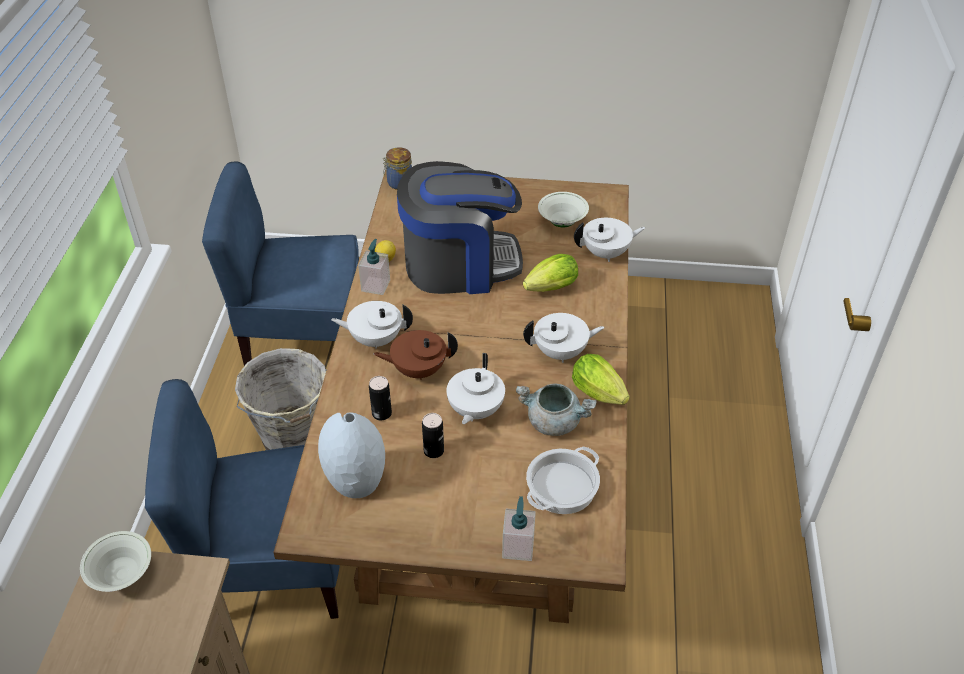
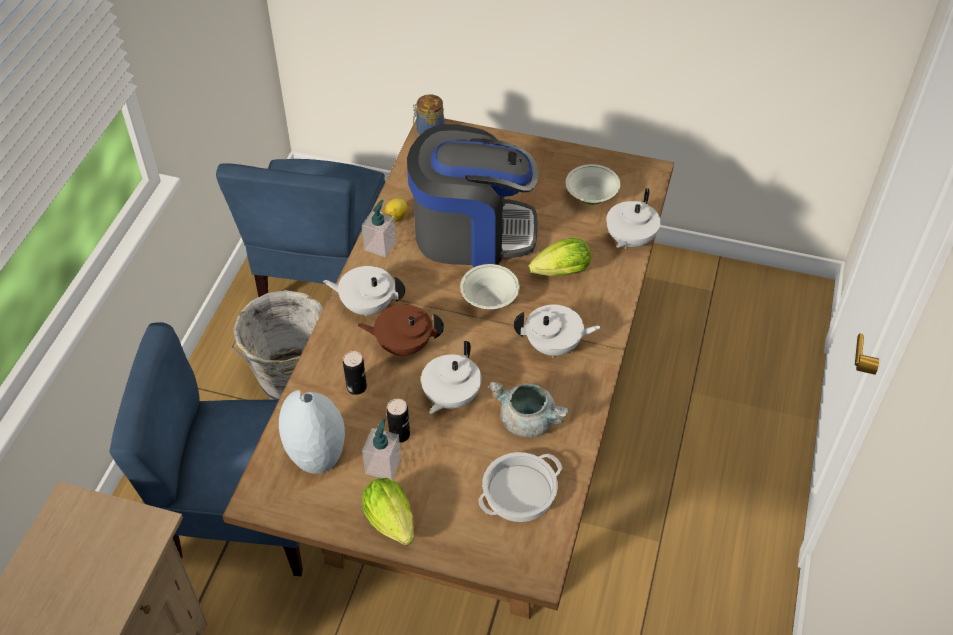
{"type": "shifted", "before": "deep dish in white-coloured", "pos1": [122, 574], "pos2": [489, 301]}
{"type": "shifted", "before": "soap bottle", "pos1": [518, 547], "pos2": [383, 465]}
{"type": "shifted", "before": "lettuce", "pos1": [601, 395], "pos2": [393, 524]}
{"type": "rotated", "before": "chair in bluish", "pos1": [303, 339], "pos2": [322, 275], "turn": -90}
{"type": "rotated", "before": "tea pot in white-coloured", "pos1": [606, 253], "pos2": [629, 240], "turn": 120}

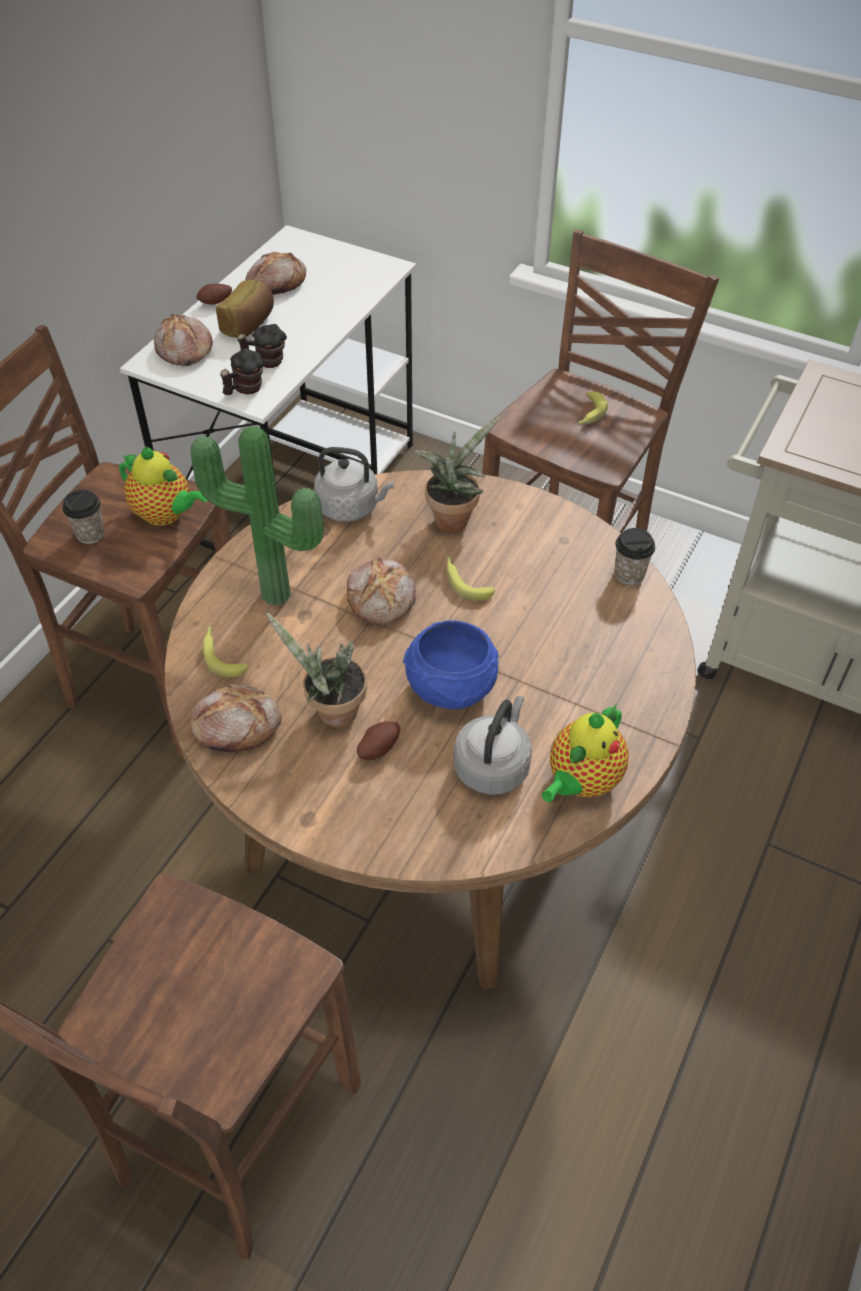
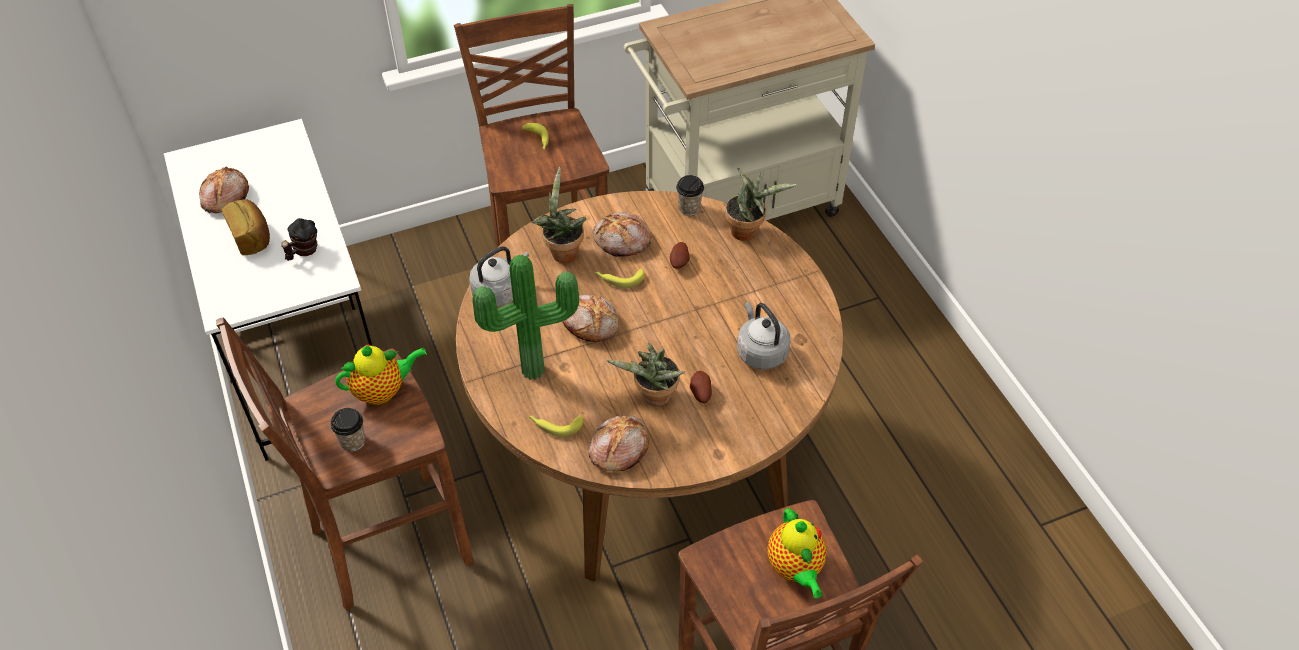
{"type": "gone", "before": "mug", "pos1": [244, 390]}
{"type": "gone", "before": "deep dish in bluish", "pos1": [450, 688]}
{"type": "new", "after": "houseplant", "pos2": [747, 231]}
{"type": "shifted", "before": "baked bread", "pos1": [183, 350], "pos2": [622, 241]}
{"type": "shifted", "before": "potato", "pos1": [216, 303], "pos2": [679, 262]}
{"type": "shifted", "before": "tea pot", "pos1": [581, 782], "pos2": [795, 569]}

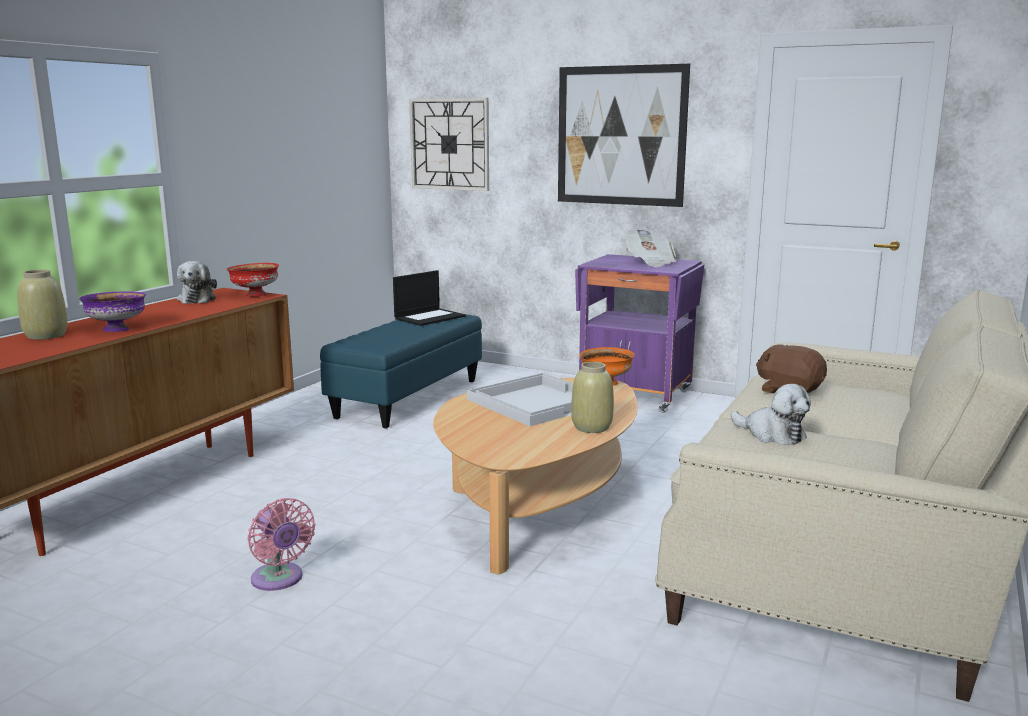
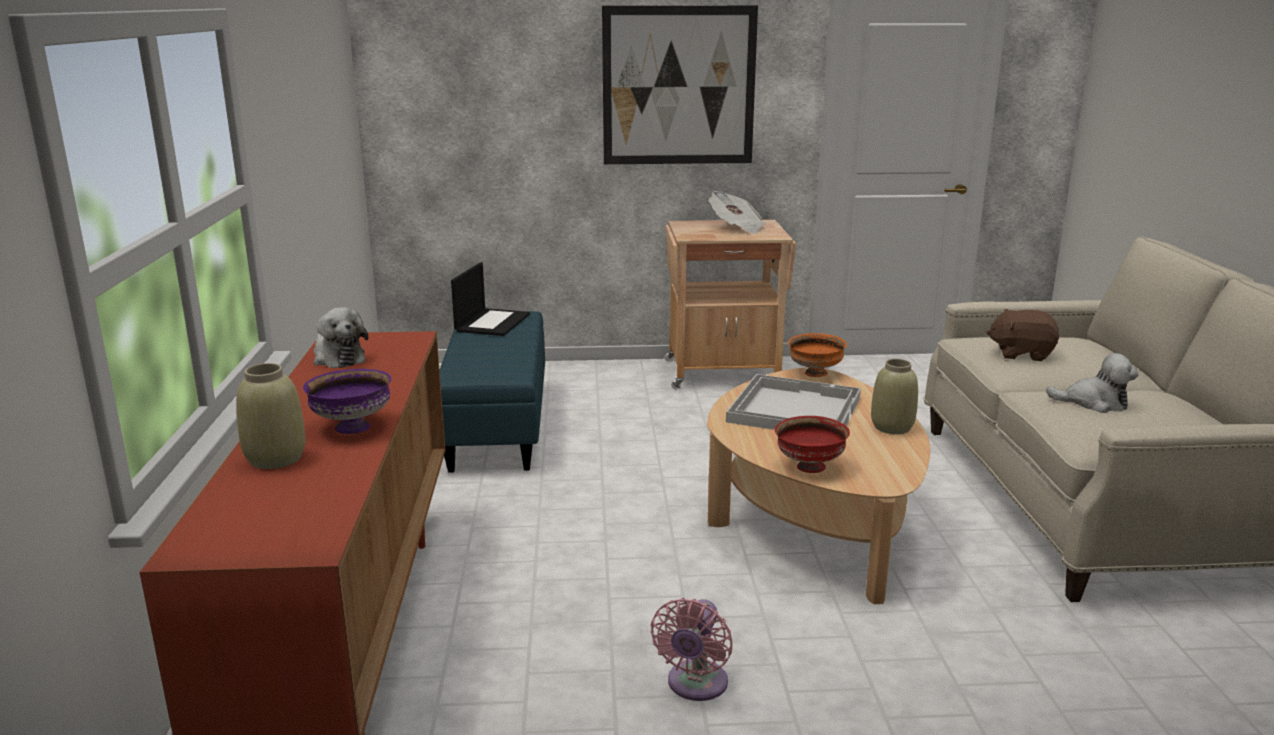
{"type": "gone", "before": "hanging clock", "pos1": [450, 144]}
{"type": "shifted", "before": "deep dish in red-coloured", "pos1": [255, 295], "pos2": [809, 467]}
{"type": "repainted", "before": "trolley in purplish", "after": "trolley in brownish", "pos1": [636, 396], "pos2": [723, 373]}
{"type": "rotated", "before": "cooling fan in pink-coloured", "pos1": [279, 580], "pos2": [695, 685], "turn": 90}

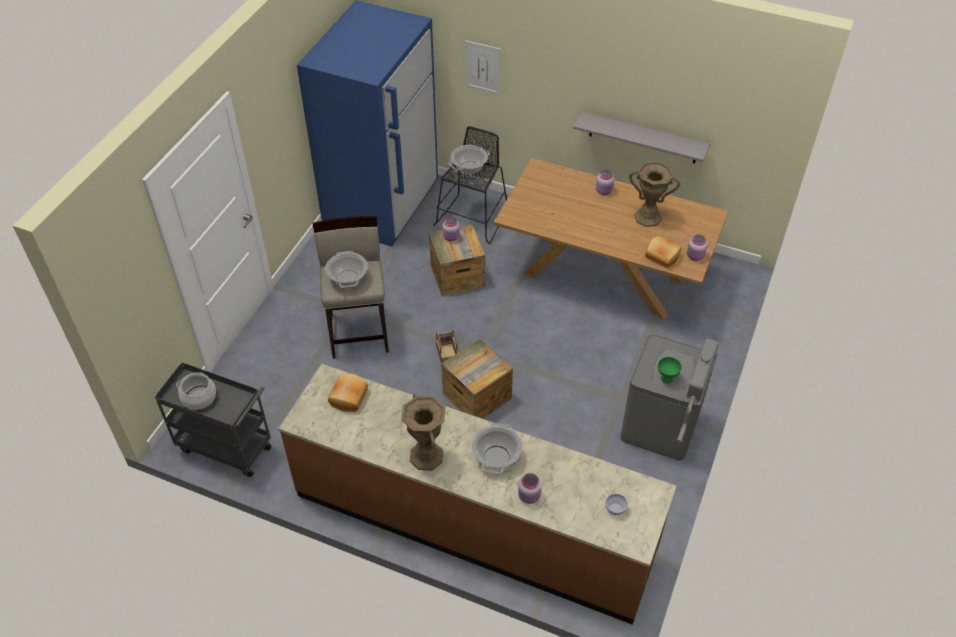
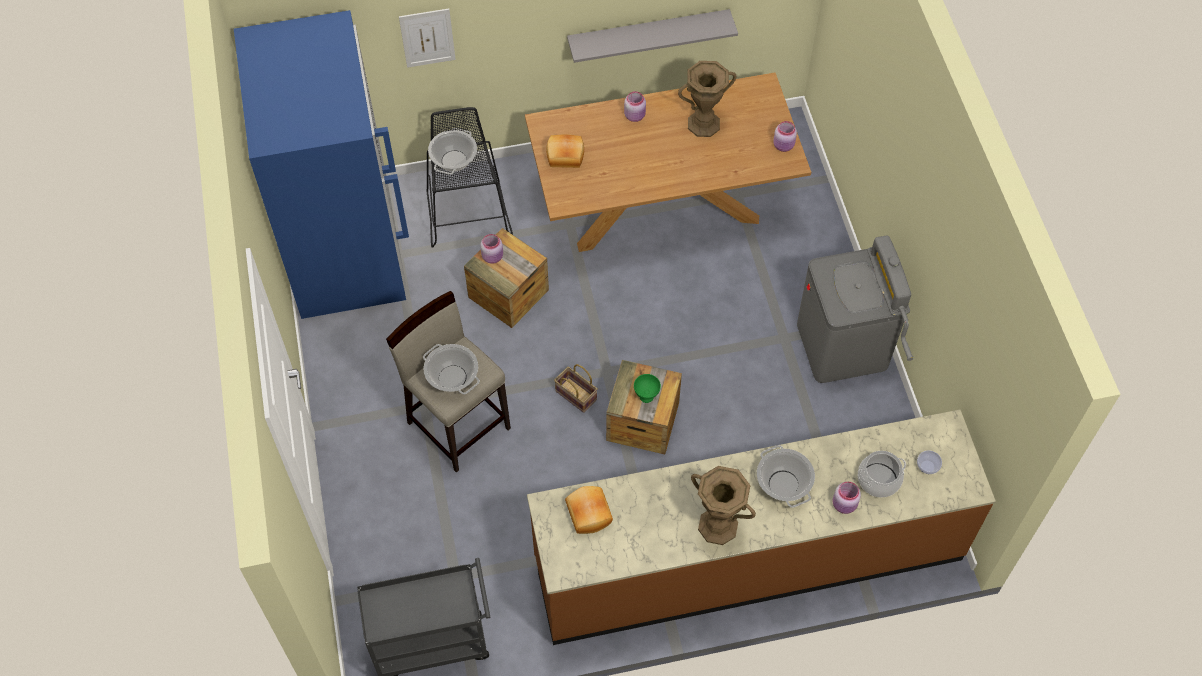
{"type": "shifted", "before": "stockpot", "pos1": [199, 398], "pos2": [878, 480]}
{"type": "shifted", "before": "baked bread", "pos1": [662, 257], "pos2": [565, 157]}
{"type": "shifted", "before": "deep dish in green-coloured", "pos1": [666, 378], "pos2": [646, 397]}

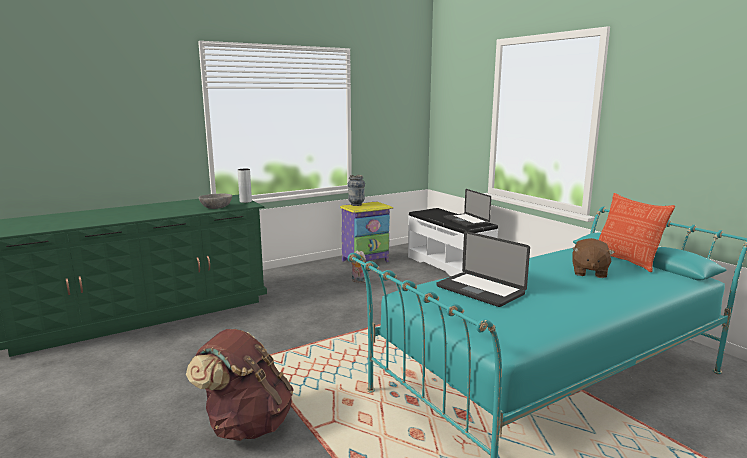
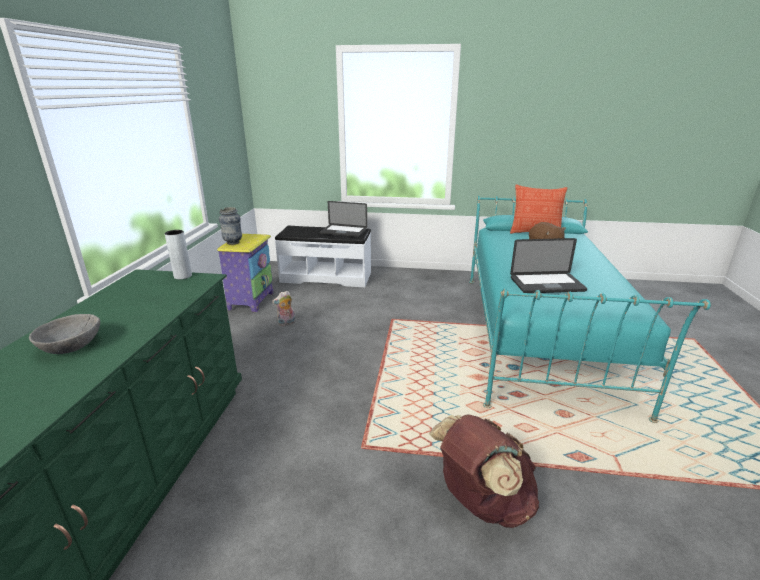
{"type": "shifted", "before": "deep dish in gray", "pos1": [216, 207], "pos2": [71, 346]}

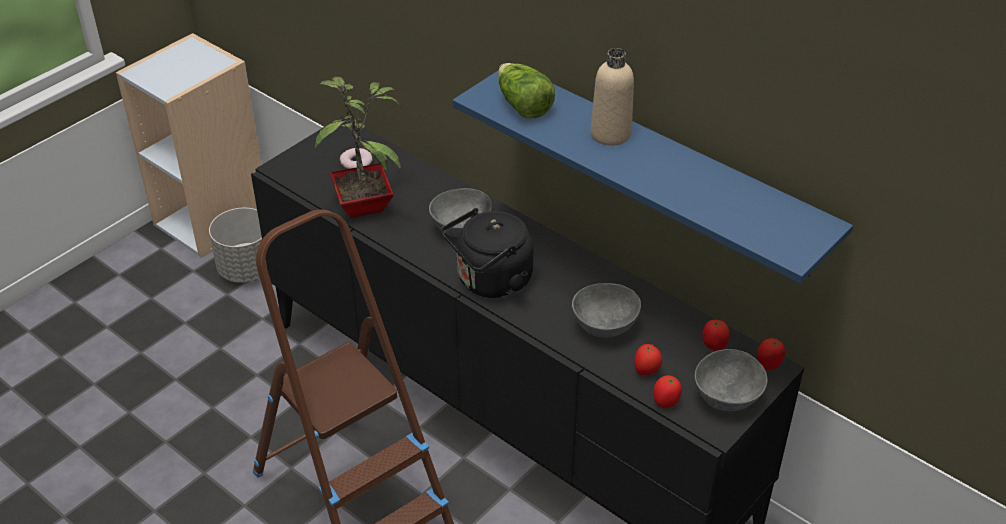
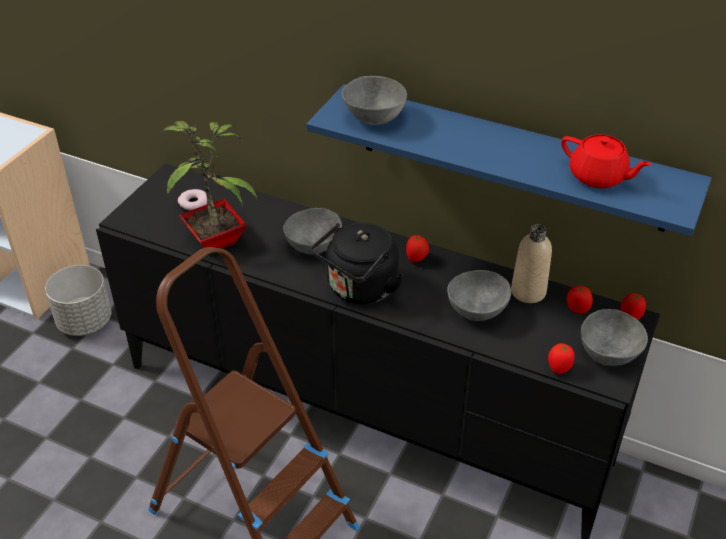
{"type": "new", "after": "tea pot in red-coloured", "pos2": [598, 177]}
{"type": "shifted", "before": "bottle in beige-coloured", "pos1": [610, 134], "pos2": [528, 292]}
{"type": "shifted", "before": "tomato", "pos1": [646, 371], "pos2": [416, 259]}
{"type": "swapped", "before": "lettuce", "after": "deep dish in gray", "pos1": [523, 105], "pos2": [374, 119]}

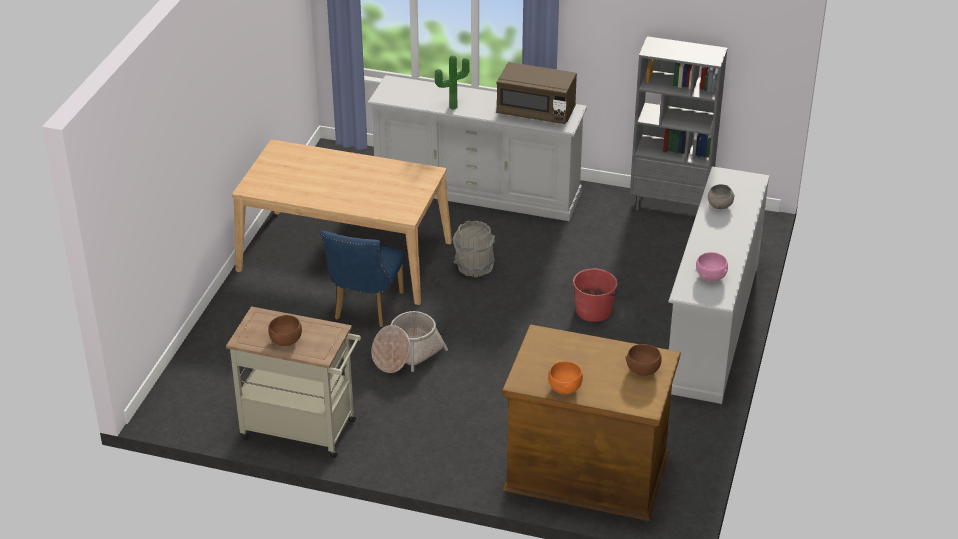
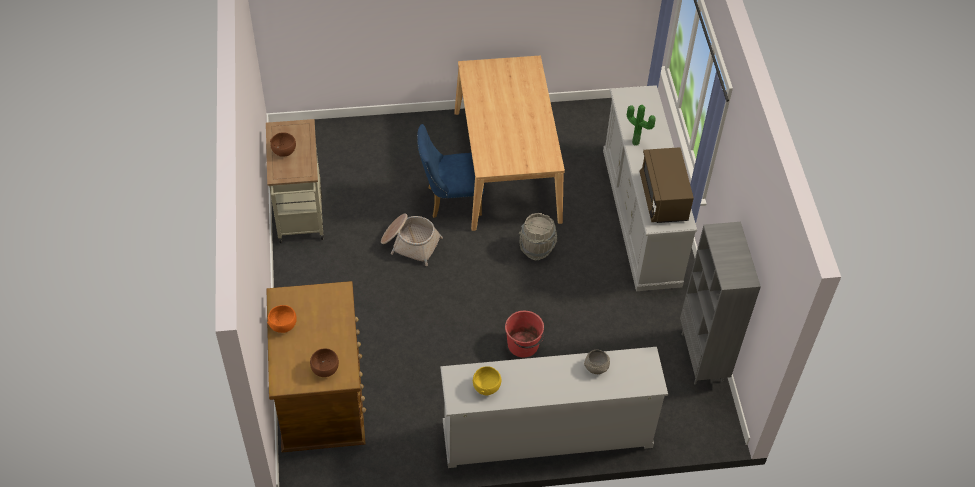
{"type": "repainted", "before": "deep dish in pink-coloured", "after": "deep dish in yellow-coloured", "pos1": [711, 276], "pos2": [487, 387]}

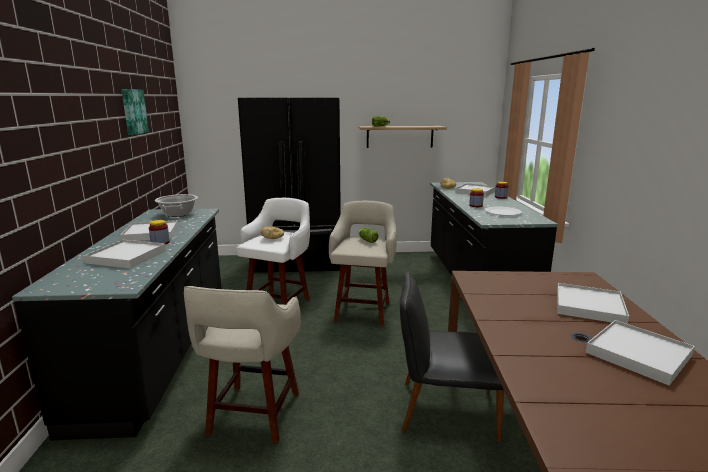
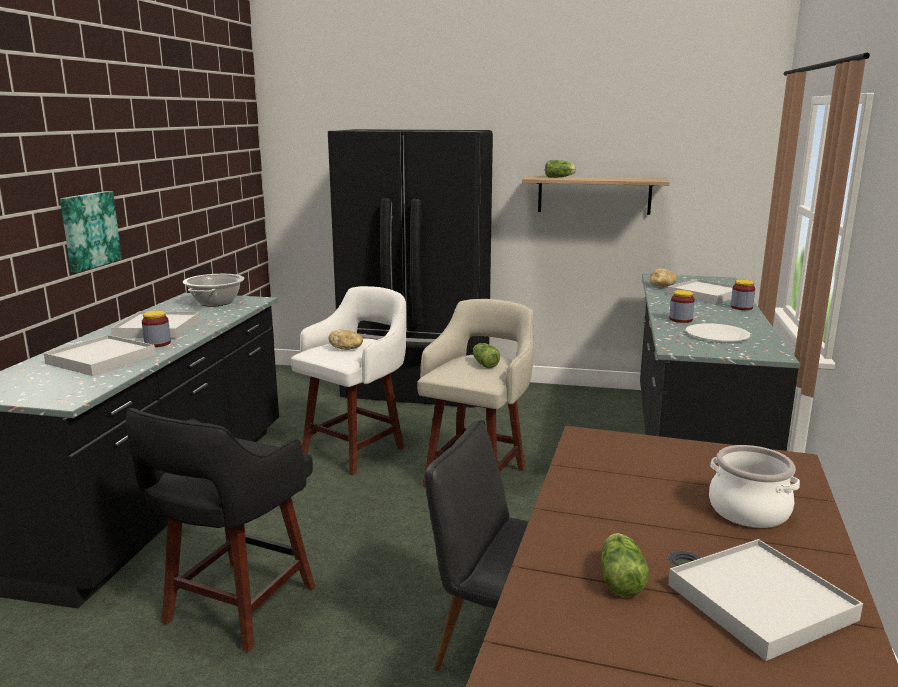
{"type": "new", "after": "lettuce", "pos2": [620, 578]}
{"type": "shifted", "before": "wall picture", "pos1": [133, 111], "pos2": [89, 230]}
{"type": "swapped", "before": "carrying tray in white-coloured", "after": "stockpot", "pos1": [589, 306], "pos2": [748, 511]}
{"type": "repainted", "before": "stool in beige-coloured", "after": "stool in black-coloured", "pos1": [252, 416], "pos2": [235, 608]}

